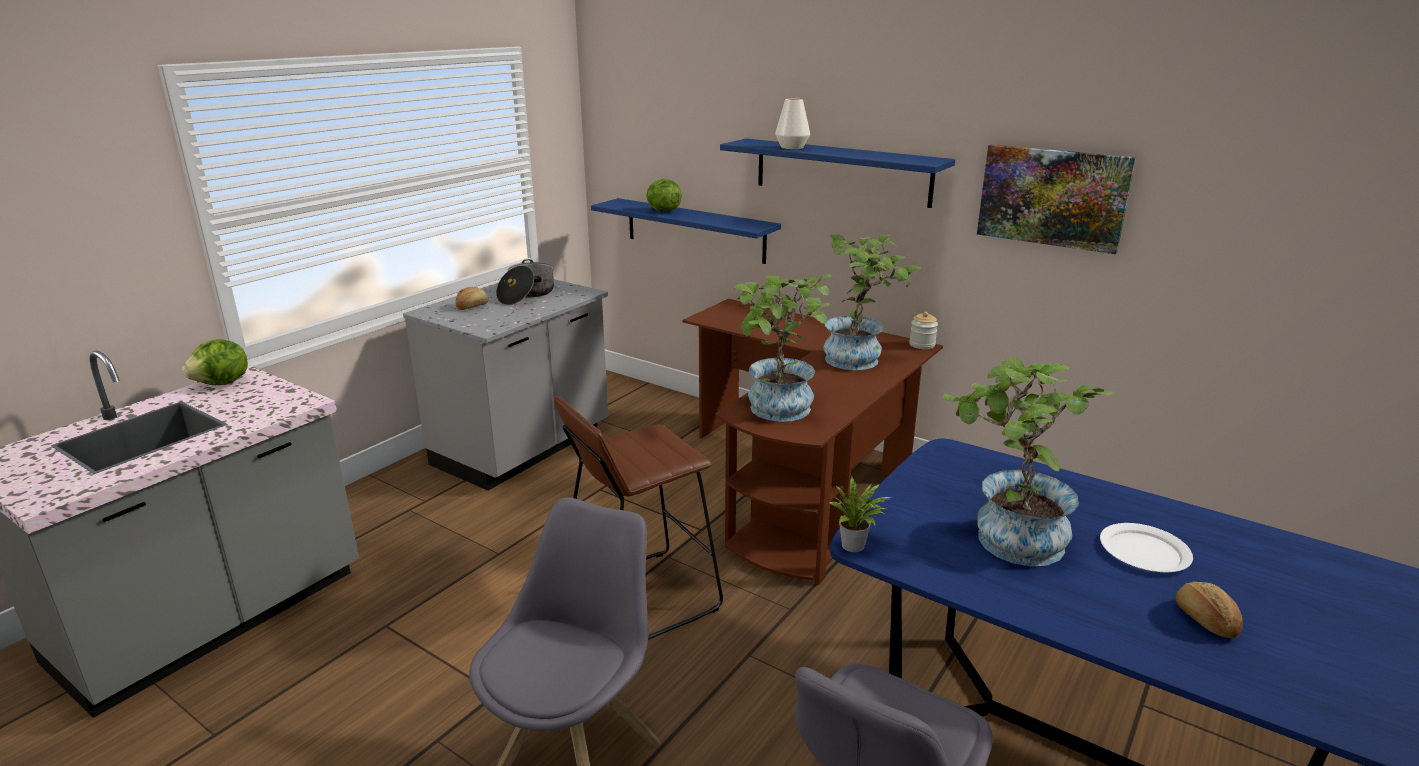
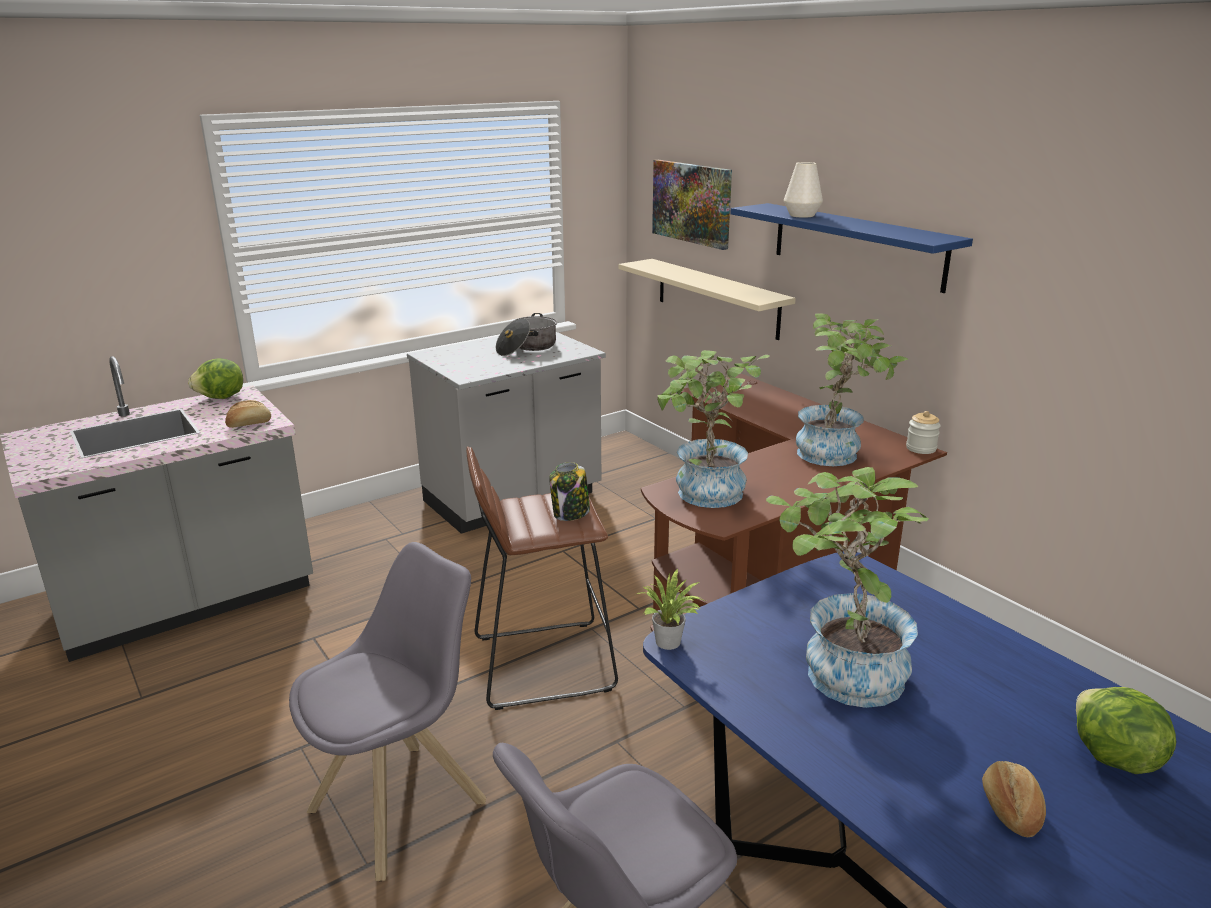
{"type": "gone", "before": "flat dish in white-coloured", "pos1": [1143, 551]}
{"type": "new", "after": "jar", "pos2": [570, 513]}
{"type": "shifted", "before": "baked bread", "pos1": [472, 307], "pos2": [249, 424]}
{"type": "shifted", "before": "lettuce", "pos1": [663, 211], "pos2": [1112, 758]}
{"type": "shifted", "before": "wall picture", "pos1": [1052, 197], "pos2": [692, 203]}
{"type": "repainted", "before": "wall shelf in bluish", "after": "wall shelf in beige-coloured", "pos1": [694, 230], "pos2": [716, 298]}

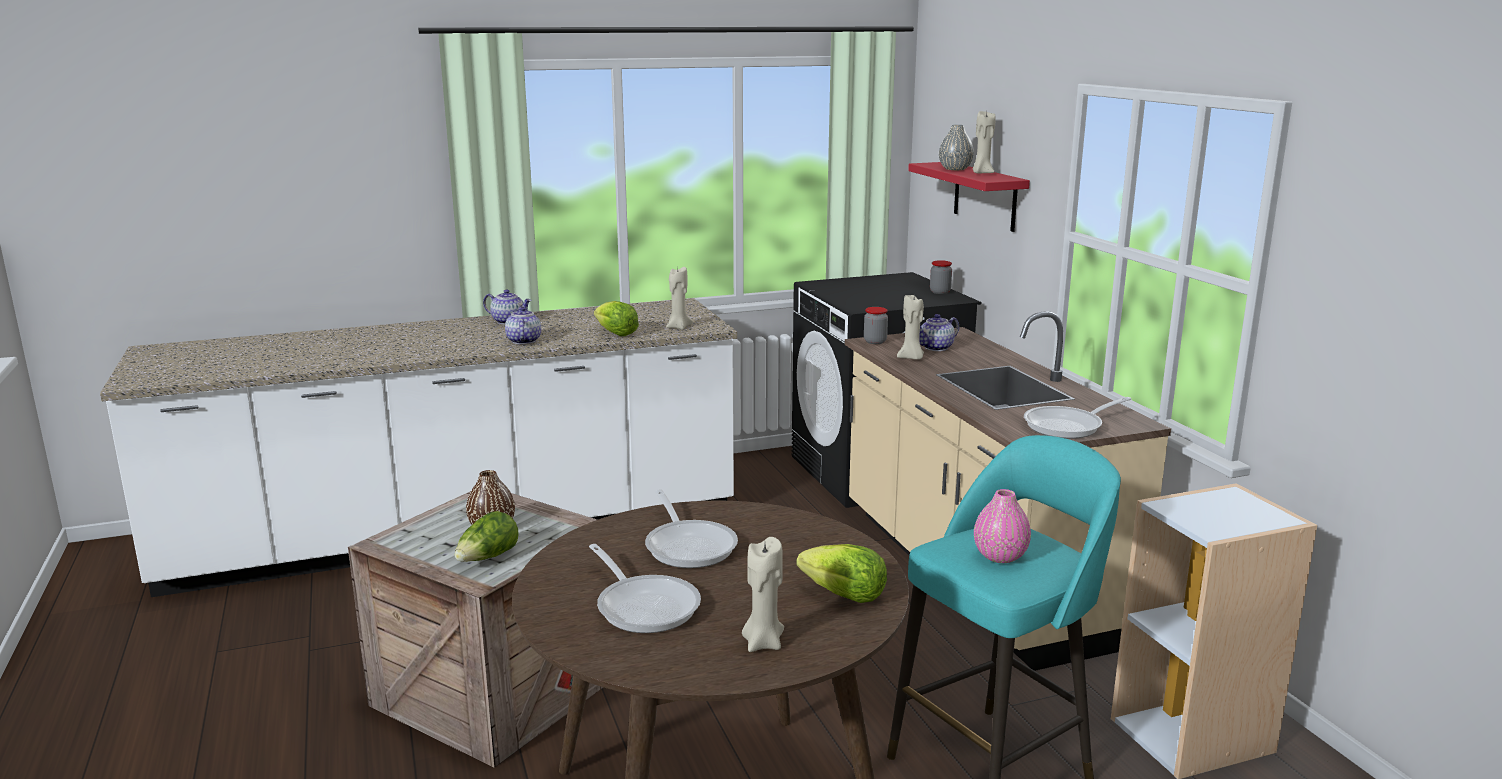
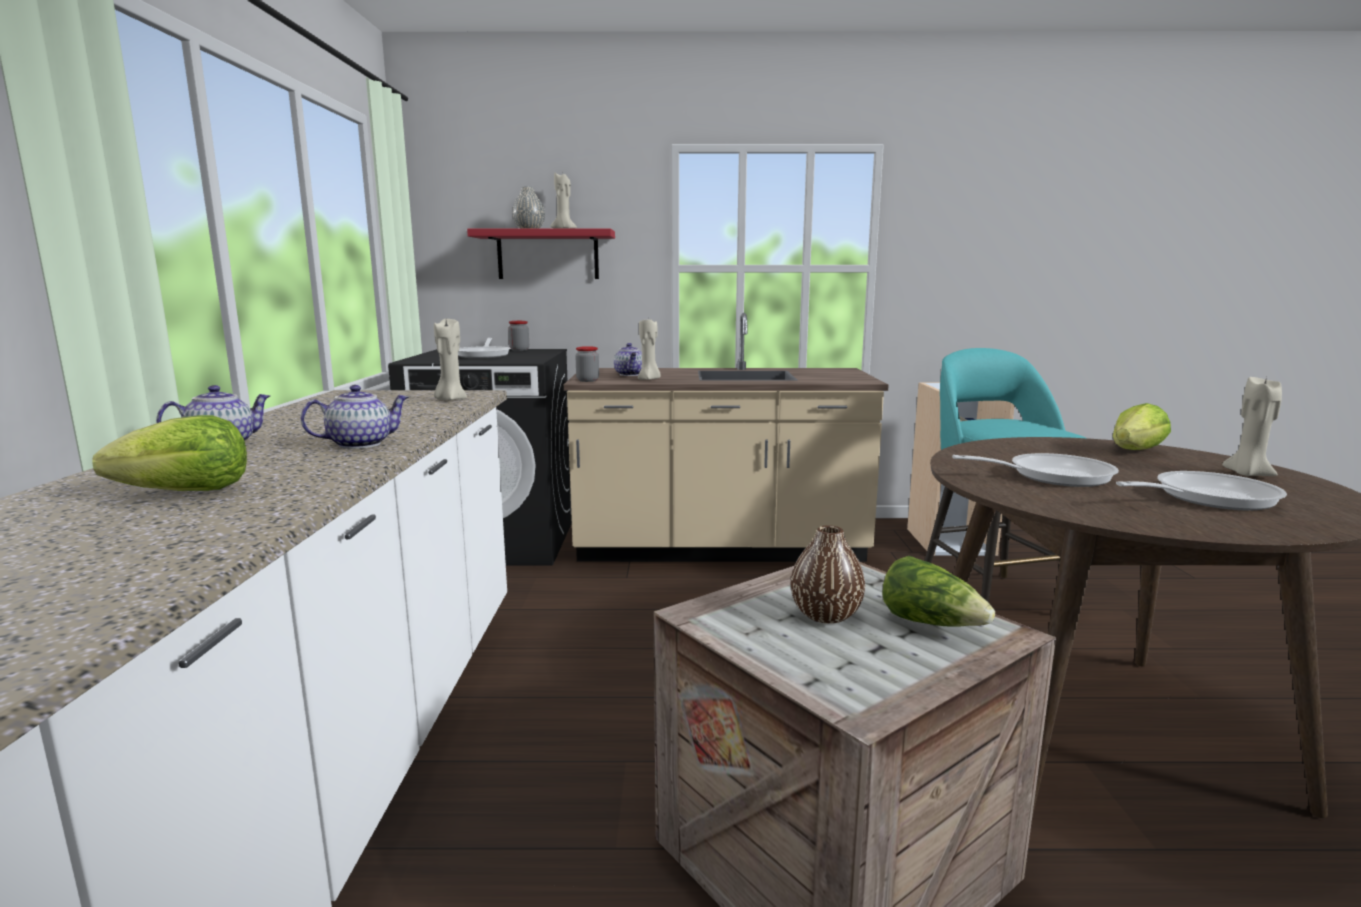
{"type": "gone", "before": "flower vase in pink-coloured", "pos1": [1000, 556]}
{"type": "shifted", "before": "lettuce", "pos1": [616, 334], "pos2": [188, 493]}
{"type": "shifted", "before": "pan", "pos1": [1068, 426], "pos2": [484, 355]}
{"type": "rotated", "before": "tea pot", "pos1": [523, 341], "pos2": [360, 444], "turn": 135}

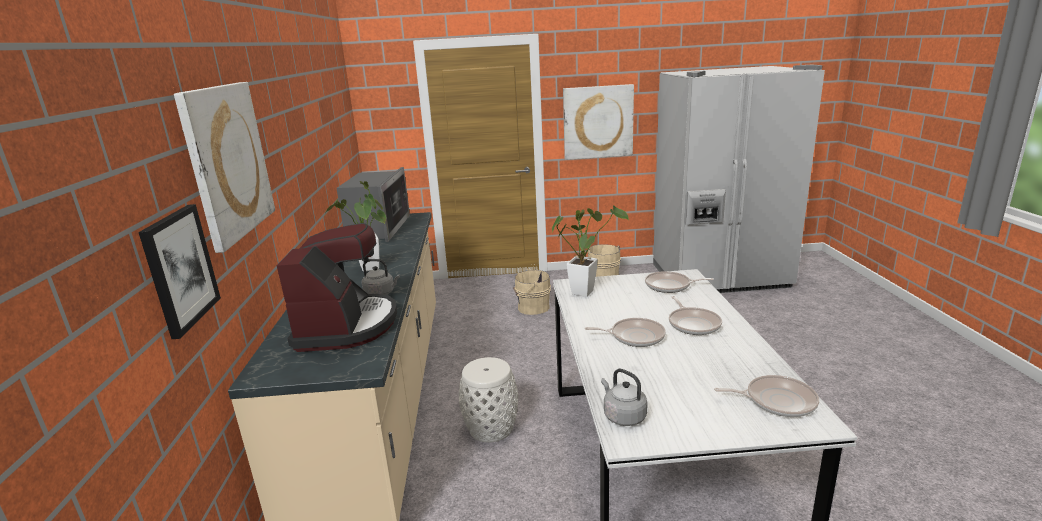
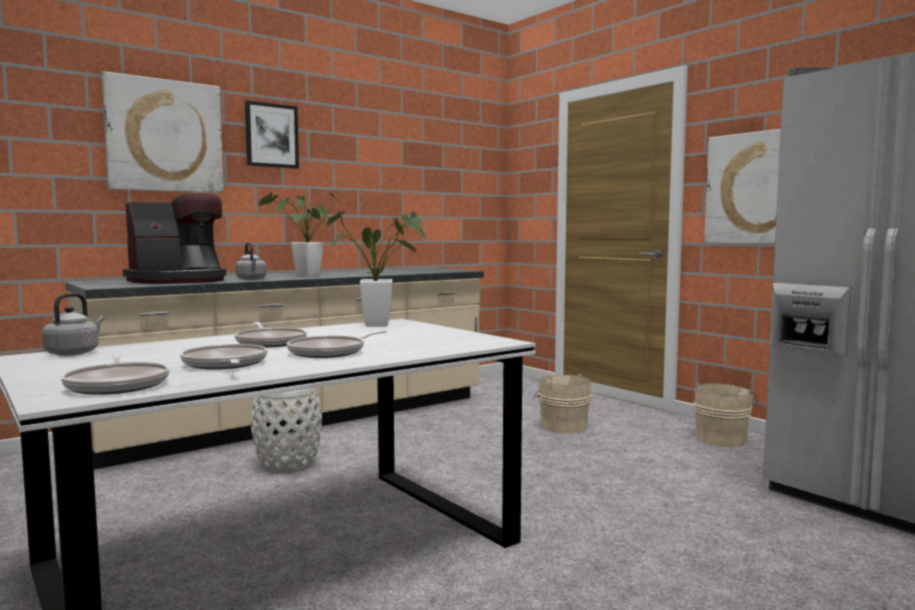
{"type": "gone", "before": "microwave", "pos1": [378, 228]}
{"type": "shifted", "before": "wall picture", "pos1": [180, 269], "pos2": [271, 135]}
{"type": "shifted", "before": "pan", "pos1": [670, 286], "pos2": [225, 364]}

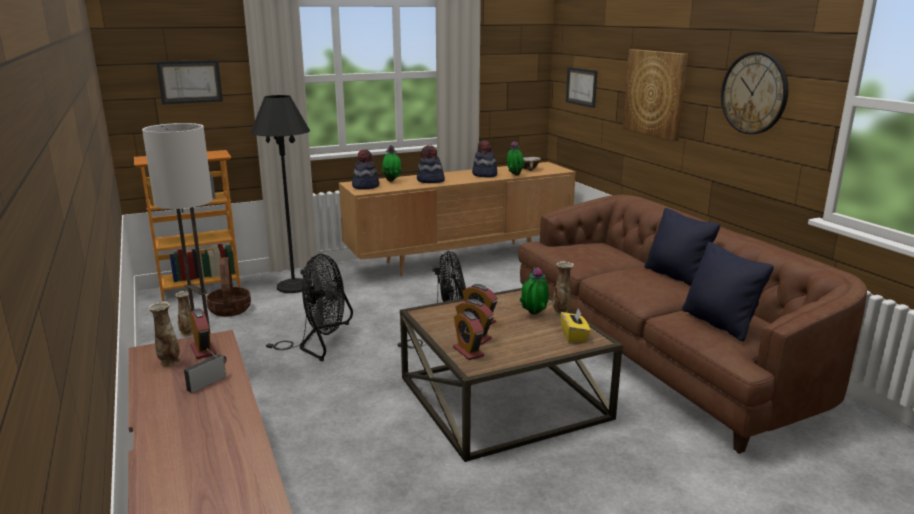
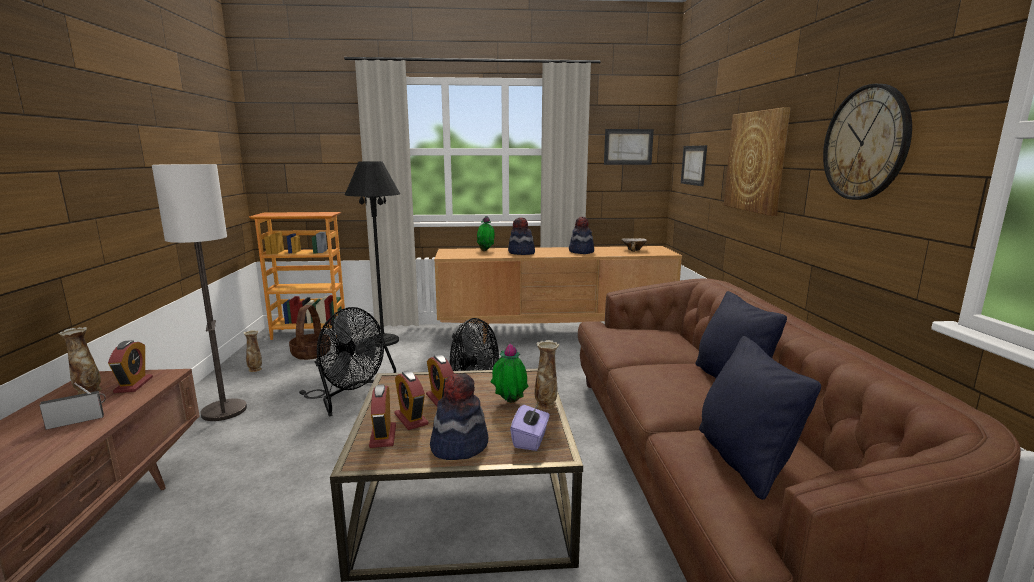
{"type": "gone", "before": "houseplant", "pos1": [514, 175]}
{"type": "shifted", "before": "wall picture", "pos1": [190, 81], "pos2": [628, 147]}
{"type": "shifted", "before": "hat", "pos1": [365, 186], "pos2": [459, 445]}
{"type": "repainted", "before": "tissue box in yellow-coloured", "after": "tissue box in purplish", "pos1": [574, 336], "pos2": [530, 440]}

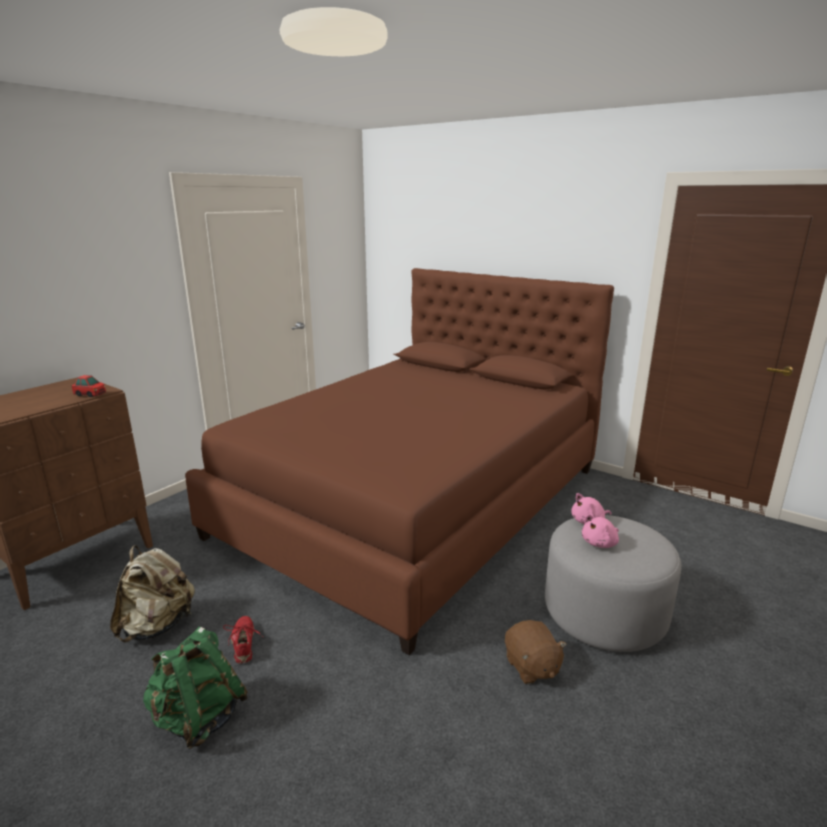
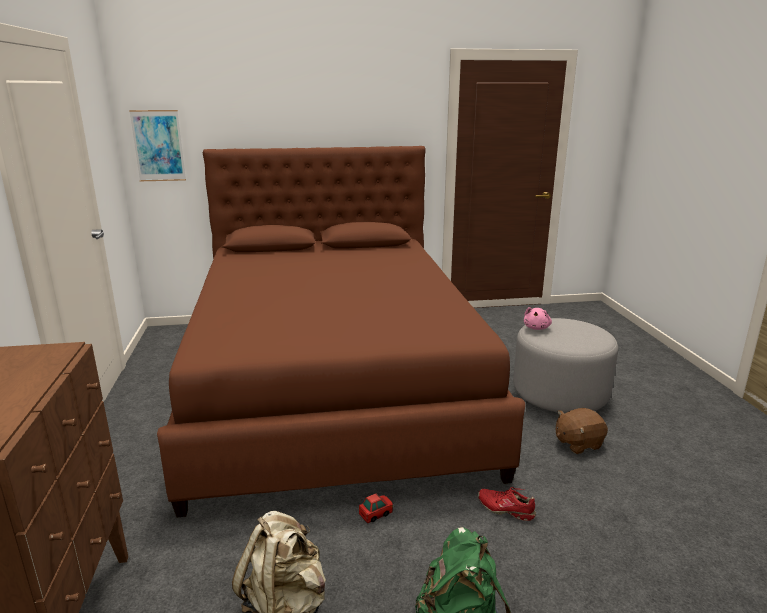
{"type": "gone", "before": "cuddly toy in pink-coloured", "pos1": [600, 543]}
{"type": "new", "after": "wall picture", "pos2": [158, 146]}
{"type": "shifted", "before": "model car", "pos1": [90, 394], "pos2": [376, 514]}
{"type": "shifted", "before": "item of footwear in red-coloured", "pos1": [244, 643], "pos2": [506, 509]}
{"type": "rotated", "before": "cuddly toy in brownish", "pos1": [531, 666], "pos2": [577, 443], "turn": 135}

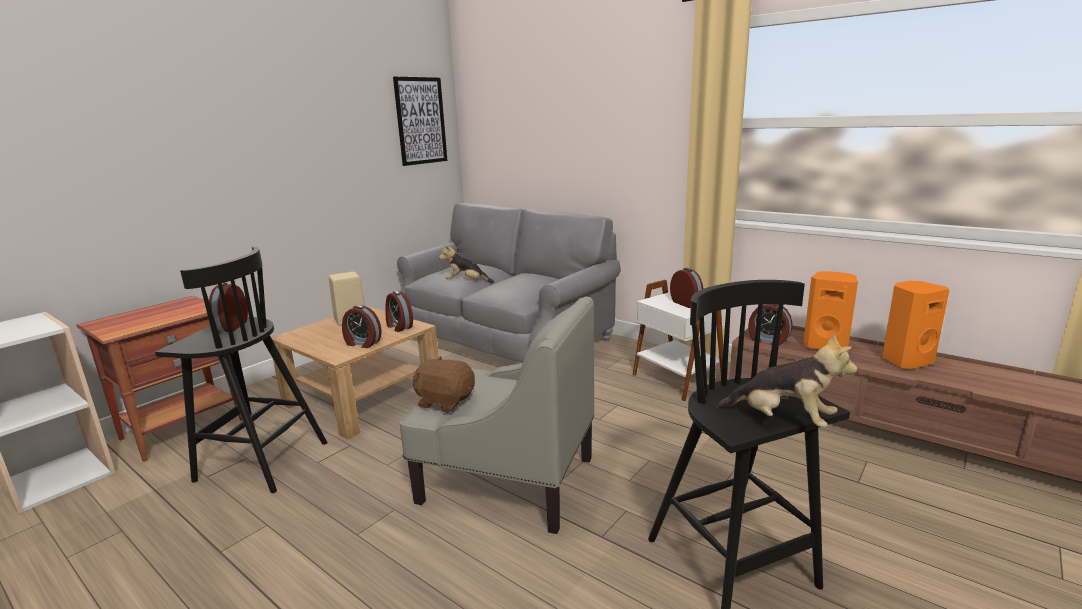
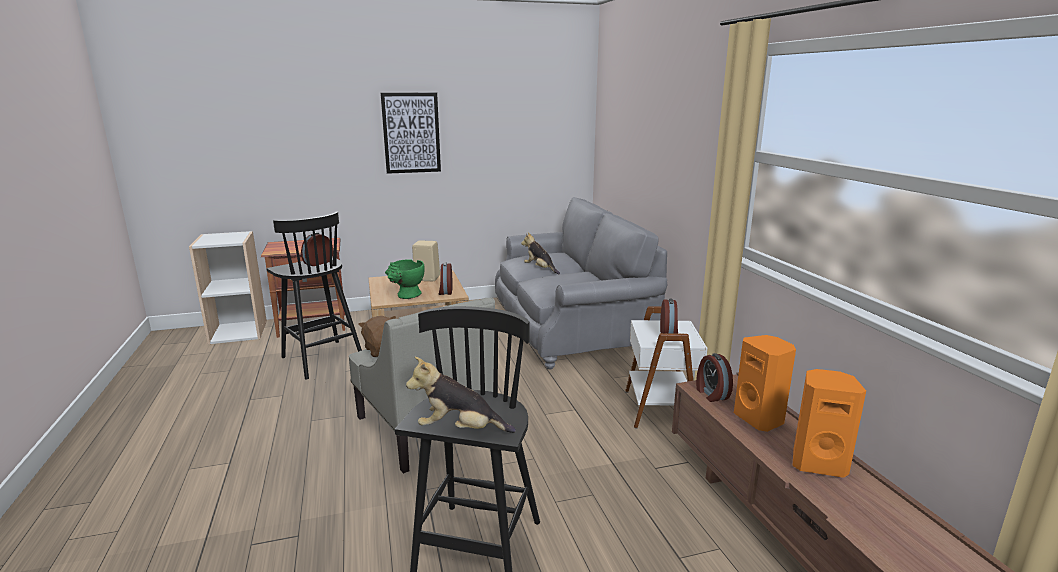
{"type": "shifted", "before": "wall picture", "pos1": [421, 121], "pos2": [411, 133]}
{"type": "swapped", "before": "bedside clock", "after": "flower vase in green-coloured", "pos1": [362, 343], "pos2": [407, 296]}
{"type": "rotated", "before": "cuddly toy", "pos1": [782, 420], "pos2": [460, 430], "turn": 120}

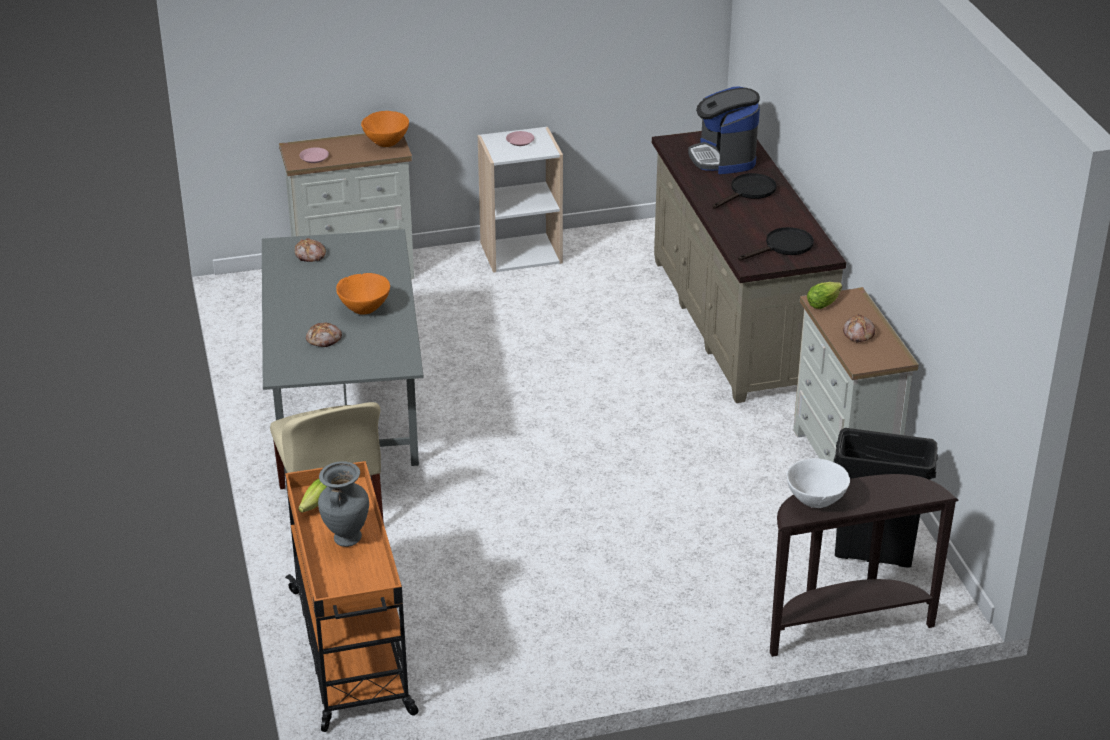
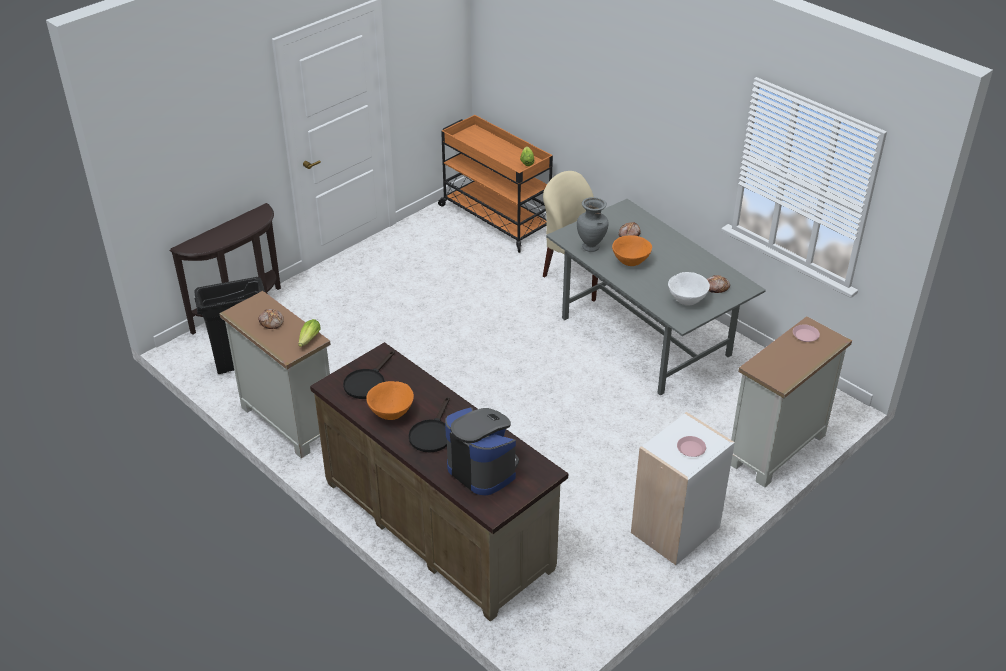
{"type": "shifted", "before": "flower vase in gray", "pos1": [346, 538], "pos2": [591, 247]}
{"type": "shifted", "before": "deep dish in orangey", "pos1": [386, 143], "pos2": [391, 414]}
{"type": "shifted", "before": "deep dish in white-coloured", "pos1": [815, 501], "pos2": [687, 300]}

